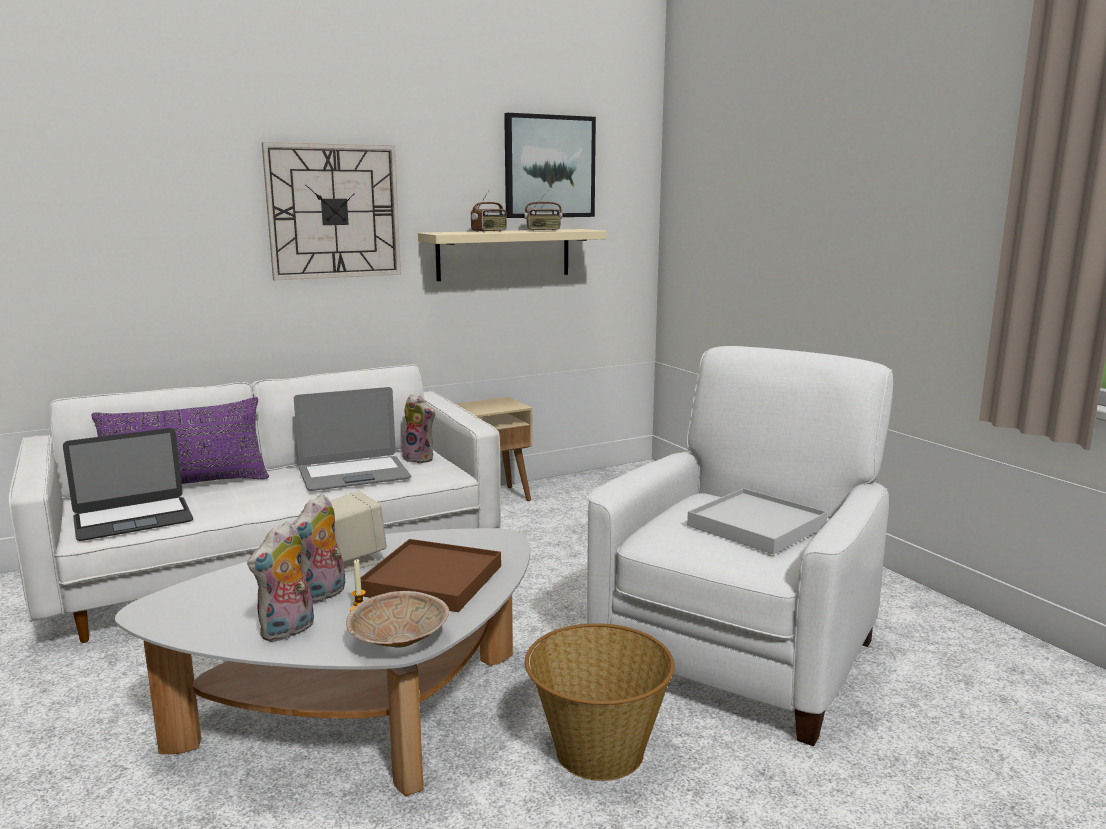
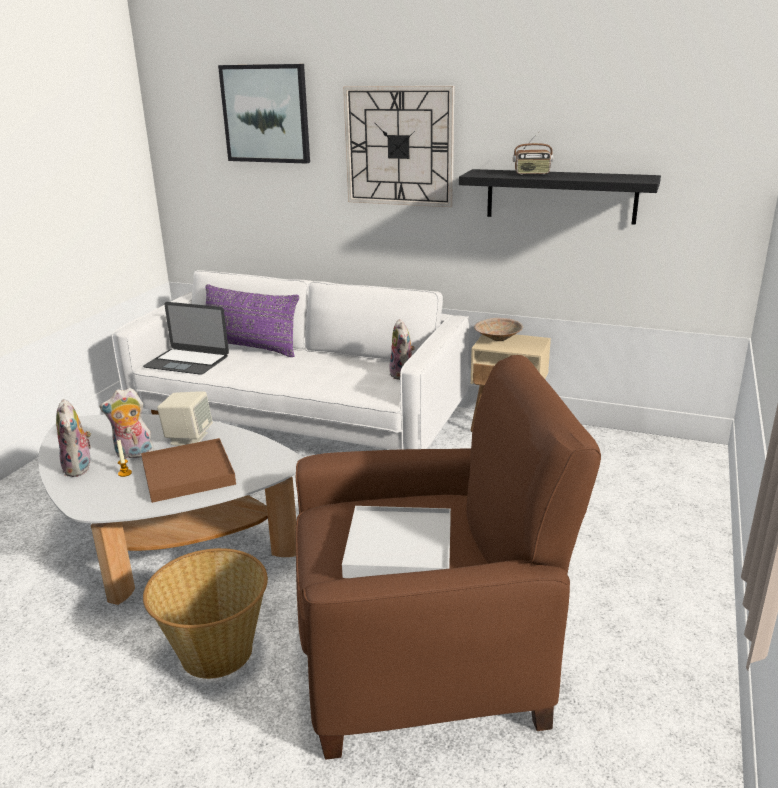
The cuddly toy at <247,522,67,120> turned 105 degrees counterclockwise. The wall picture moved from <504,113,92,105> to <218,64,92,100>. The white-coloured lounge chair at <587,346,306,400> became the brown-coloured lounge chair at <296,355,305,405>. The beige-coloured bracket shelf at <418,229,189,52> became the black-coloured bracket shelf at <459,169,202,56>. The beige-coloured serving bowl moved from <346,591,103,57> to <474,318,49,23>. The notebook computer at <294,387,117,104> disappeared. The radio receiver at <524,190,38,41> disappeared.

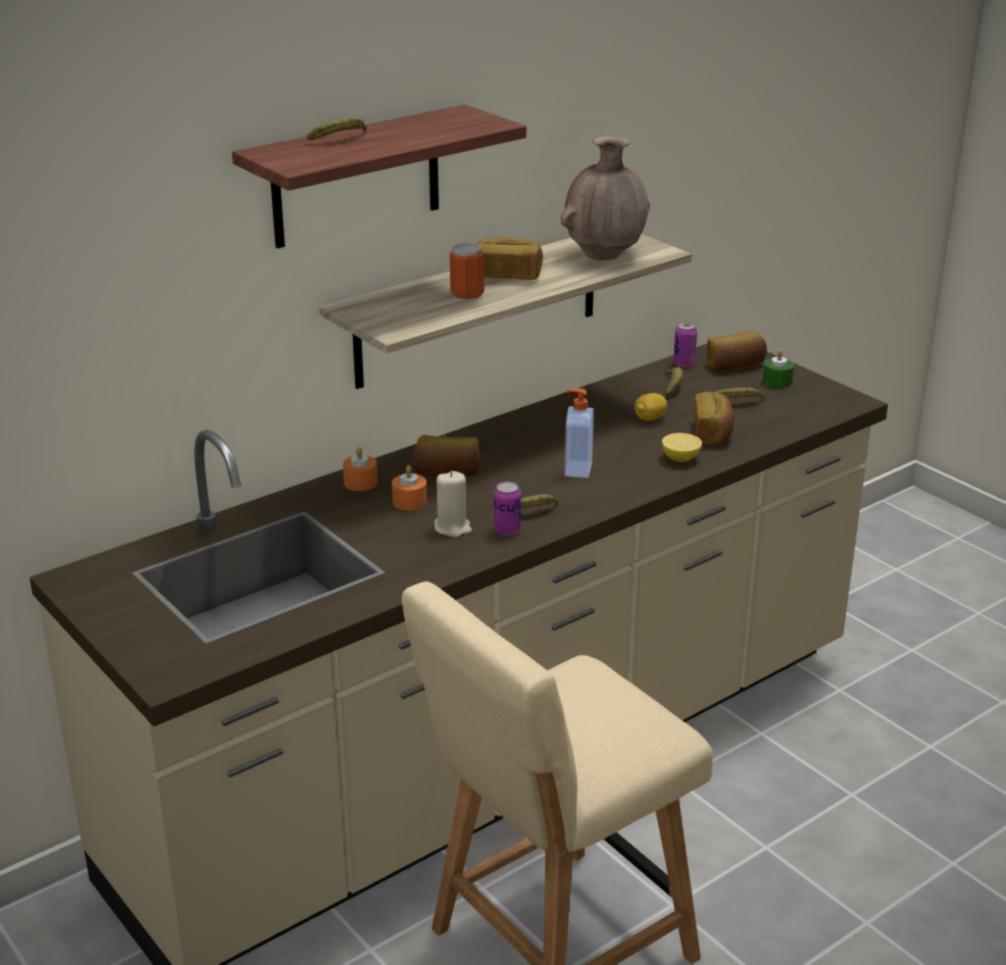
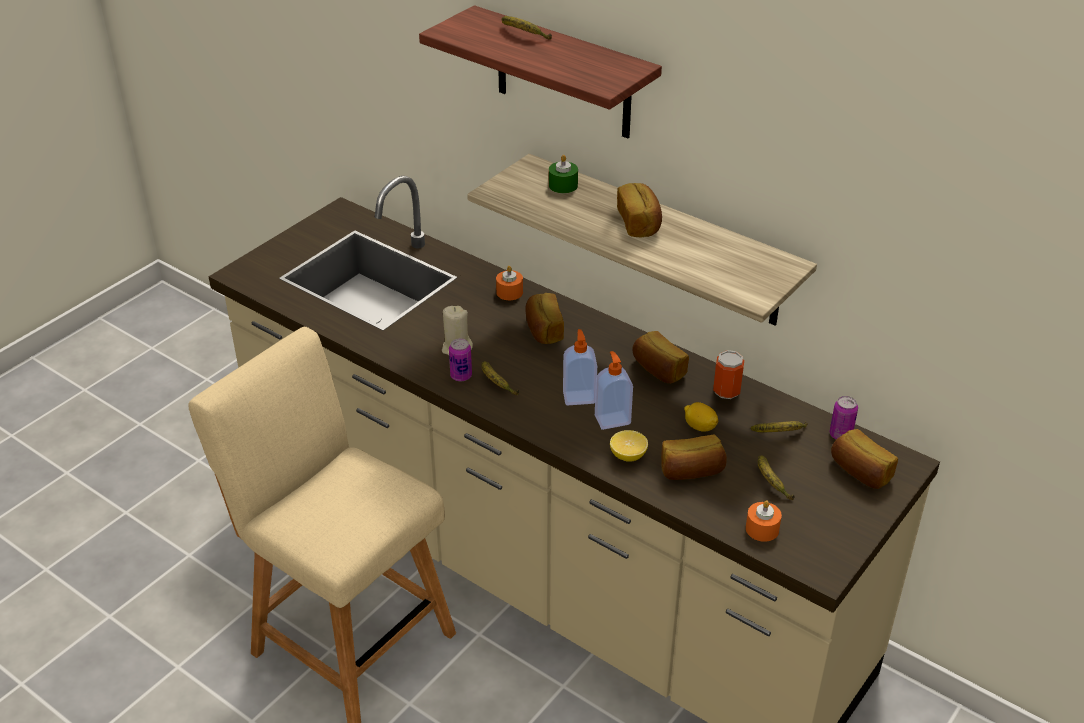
The green wax light moved from <762,349,32,39> to <549,155,29,38>. The soap bottle at <595,351,38,79> appeared. The bakery bread at <632,331,57,52> appeared. The can moved from <450,243,34,58> to <713,350,31,49>. The orange-coloured wax light moved from <392,465,35,46> to <746,500,36,42>. The brown-coloured vase at <560,136,90,124> disappeared.

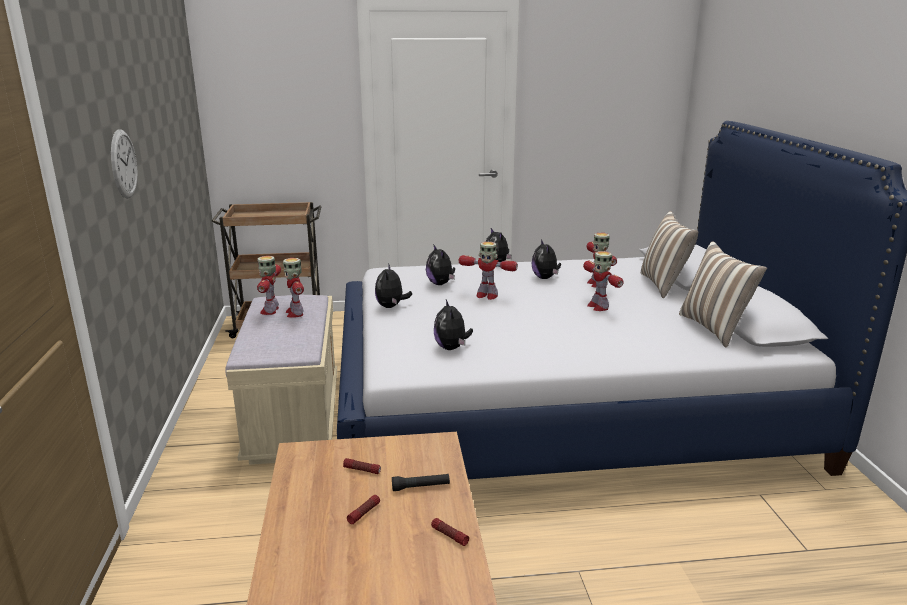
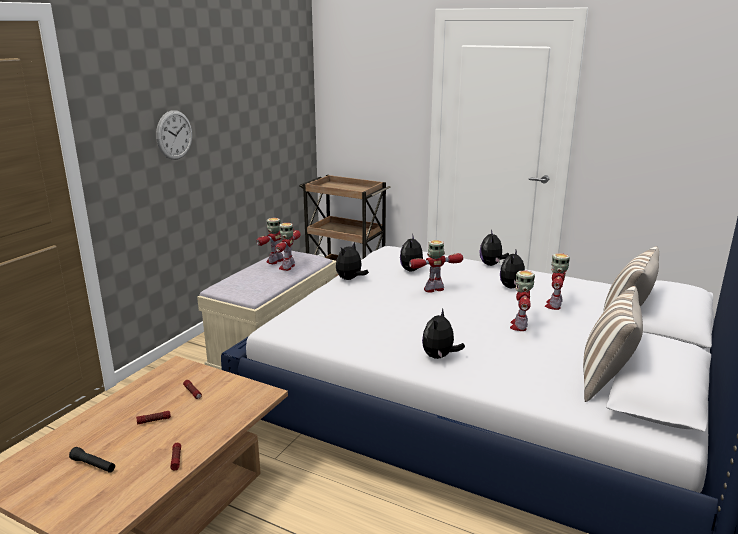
The black-coloured flashlight moved from <392,474,58,17> to <69,447,46,26>. The toy robot at <459,242,59,58> turned 105 degrees clockwise. The cuddly toy moved from <434,299,39,51> to <422,308,43,51>.

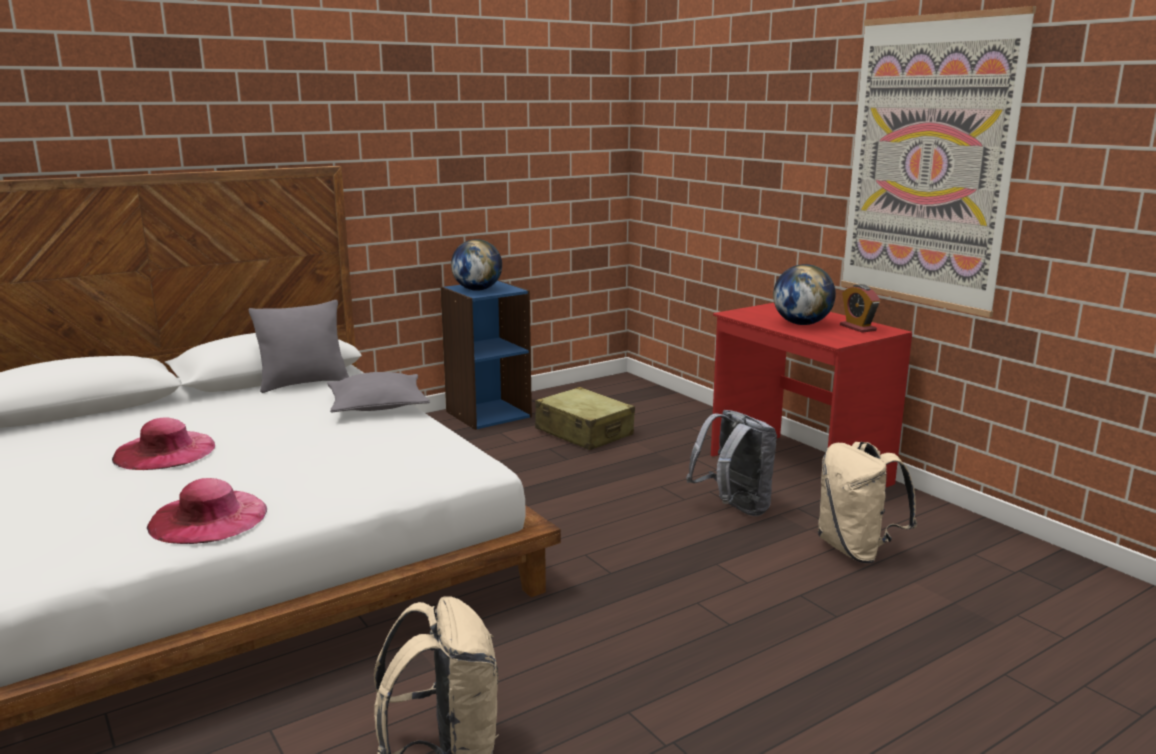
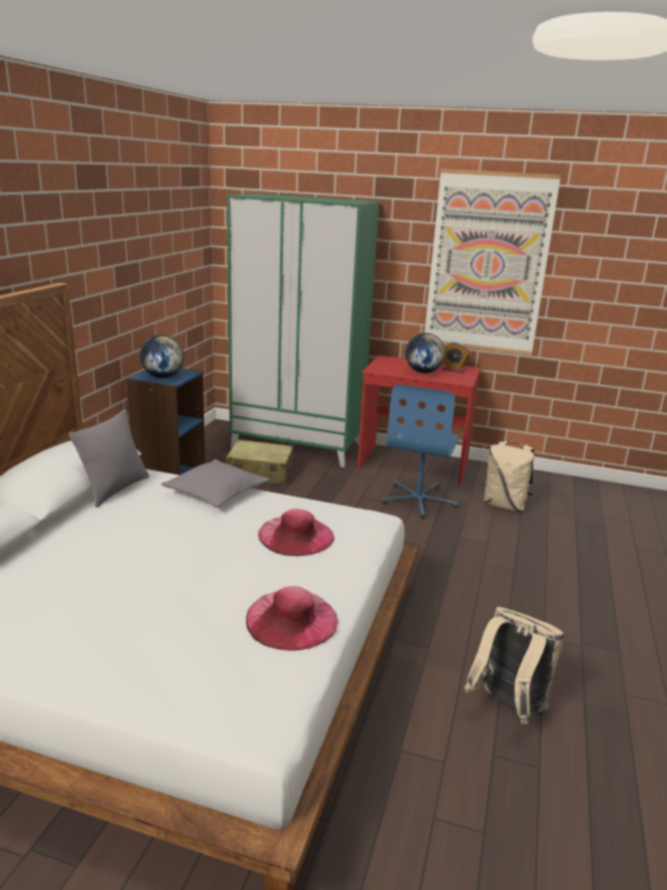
The green clothes cupboard at <227,193,153,274> appeared. The pink clothing hat moved from <112,418,103,52> to <258,509,77,47>. The grey knapsack at <686,410,91,106> was replaced by the blue office chair at <382,384,78,135>.

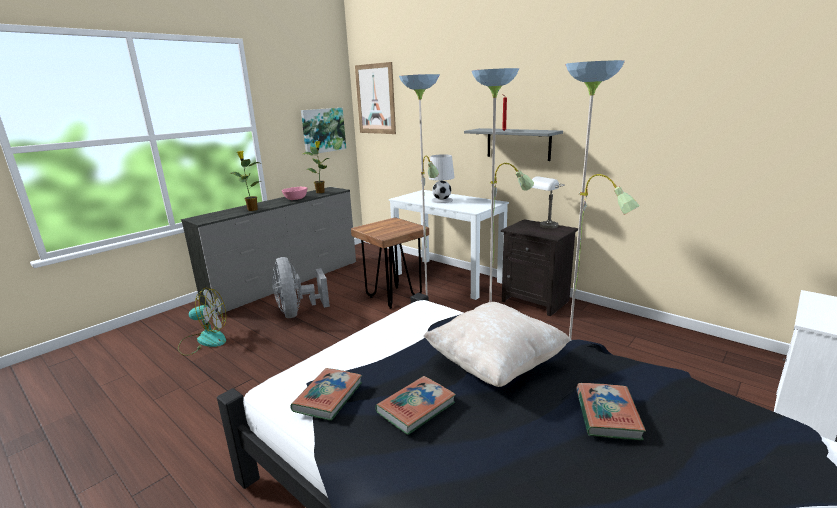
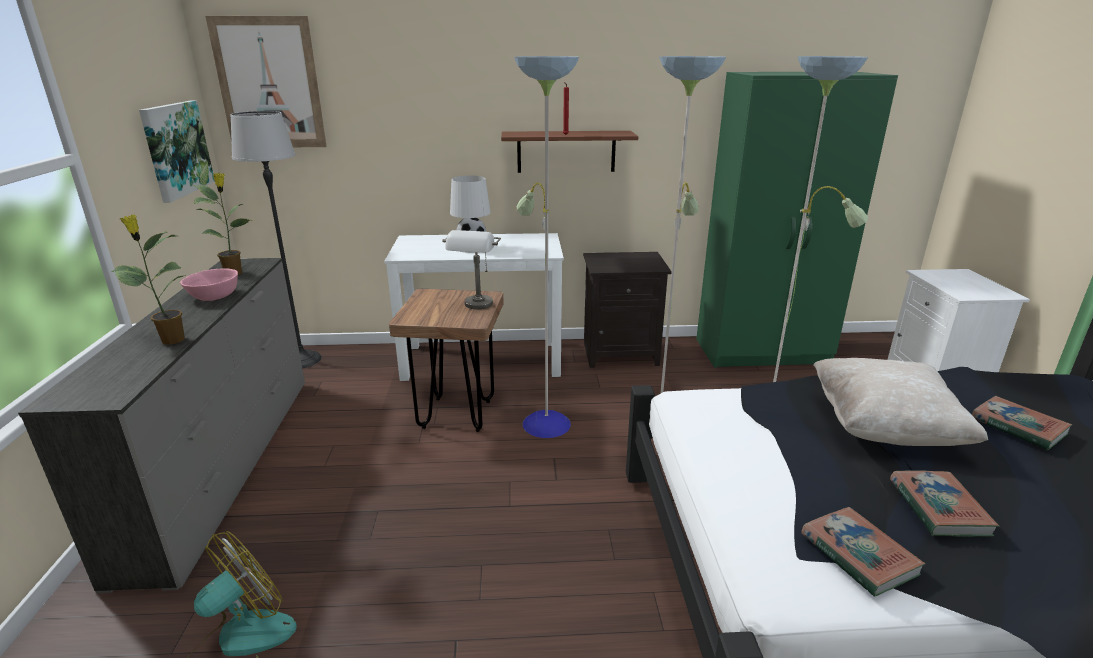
The standard lamp at <230,111,92,257> appeared. The grey lamp for a table moved from <532,176,33,53> to <442,230,59,79>. The grey bracket shelf at <464,128,99,33> became the brown-coloured bracket shelf at <501,131,137,42>. The green clothes cupboard at <696,72,202,296> appeared. The grey electric fan at <272,257,58,61> disappeared.

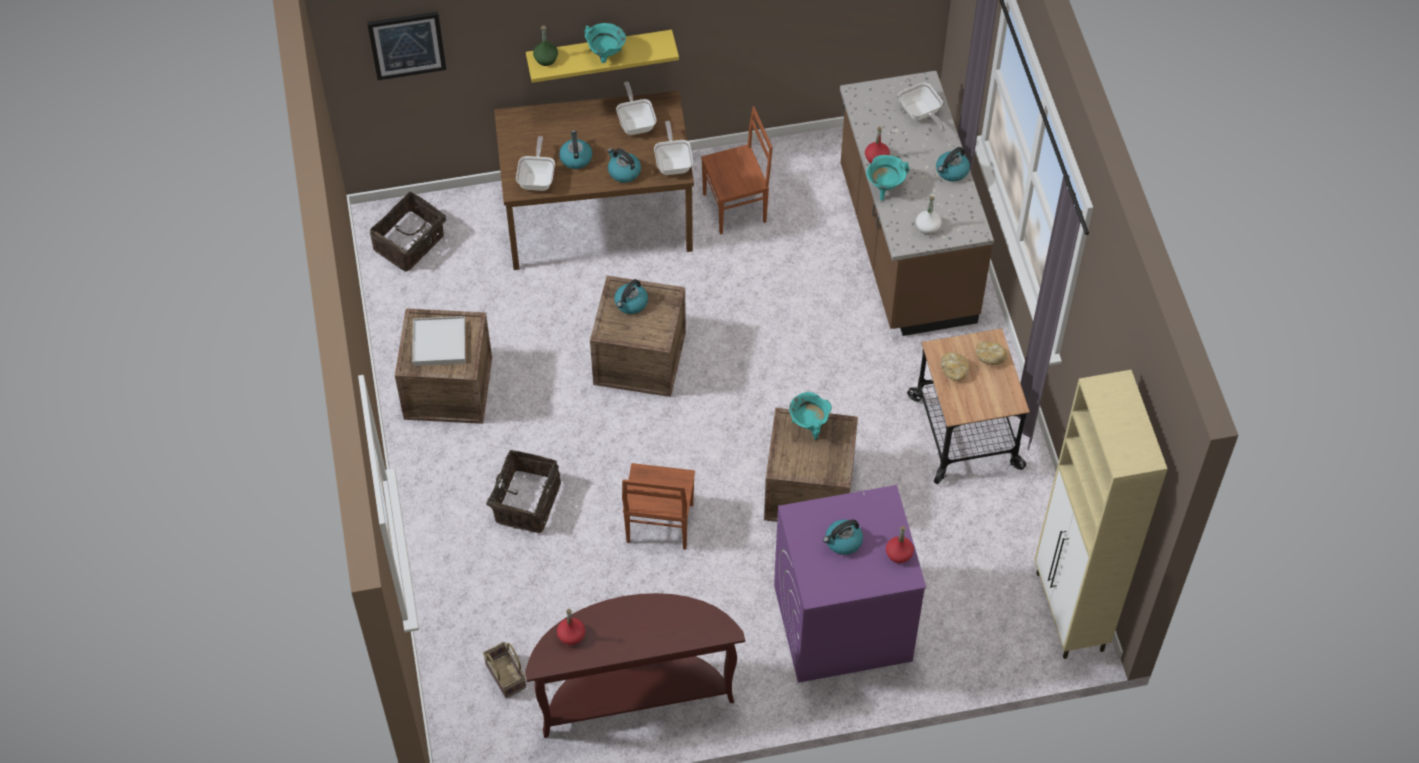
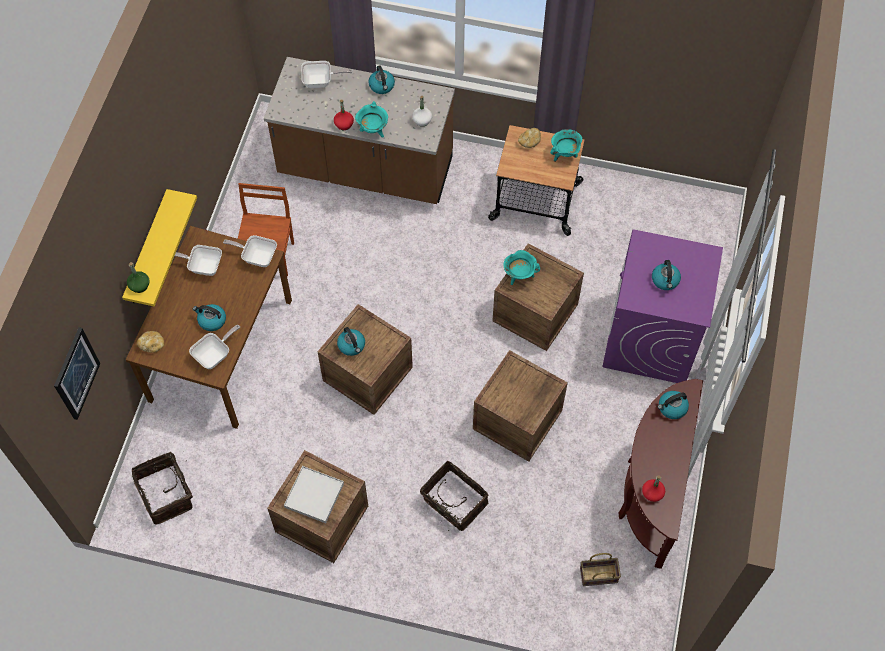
The bakery bread moved from <941,352,29,29> to <137,331,27,22>. The pan at <516,136,39,55> turned 105 degrees clockwise. The brown-coloured chair at <622,463,73,87> was replaced by the packing crate at <473,350,95,112>. The turquoise-coloured stockpot moved from <584,23,42,40> to <550,129,32,33>. The water kettle moved from <607,148,34,35> to <658,391,31,28>. The red-coloured beverage bottle at <886,526,28,37> disappeared. The beige-coloured cupboard at <1035,370,133,289> disappeared.

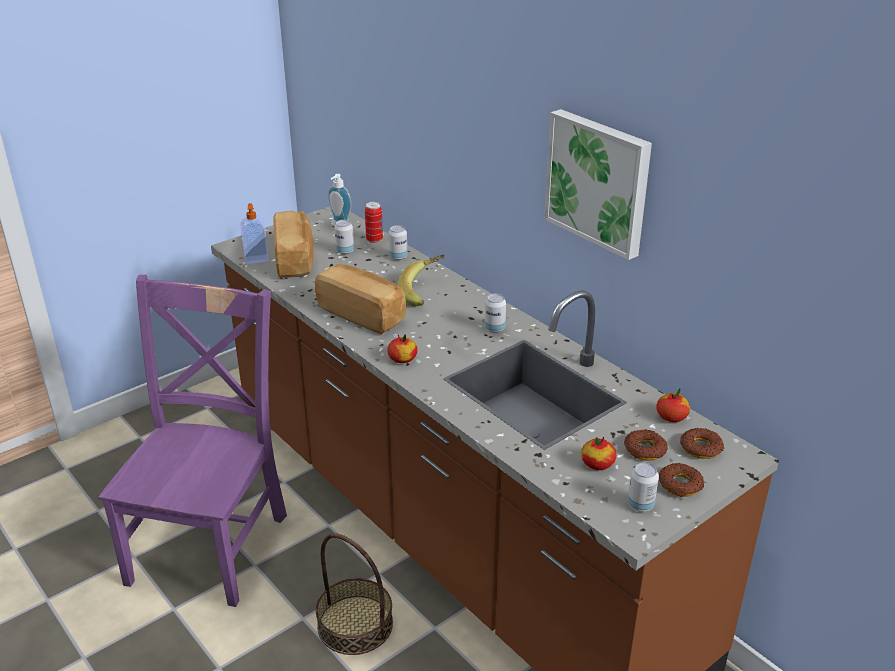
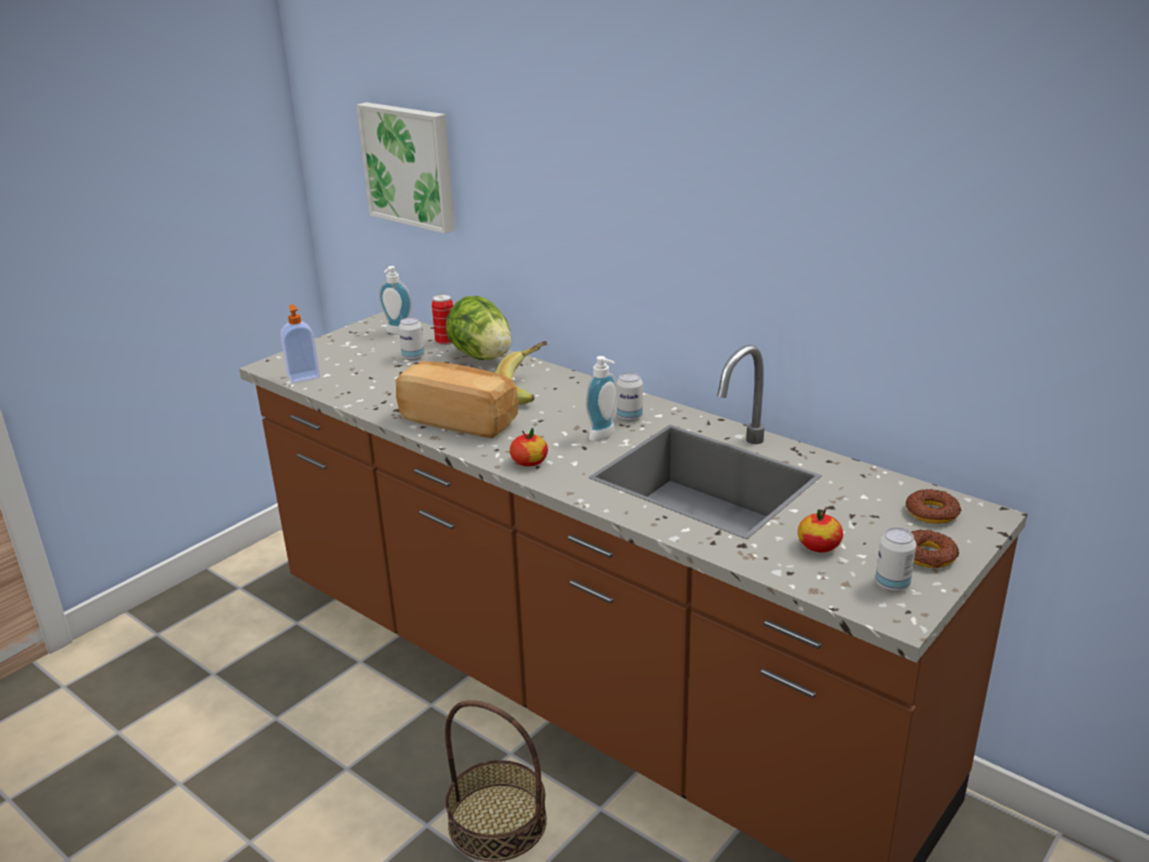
The wall picture moved from <544,109,108,151> to <356,102,99,132>. The can at <388,225,20,35> was replaced by the head of lettuce at <446,296,66,64>. The soap bottle at <586,356,31,85> appeared. The purplish chair at <98,275,189,332> disappeared. The bakery bread at <273,211,41,67> disappeared. The donut at <624,429,44,32> disappeared. The apple fruit at <656,388,34,34> disappeared.

